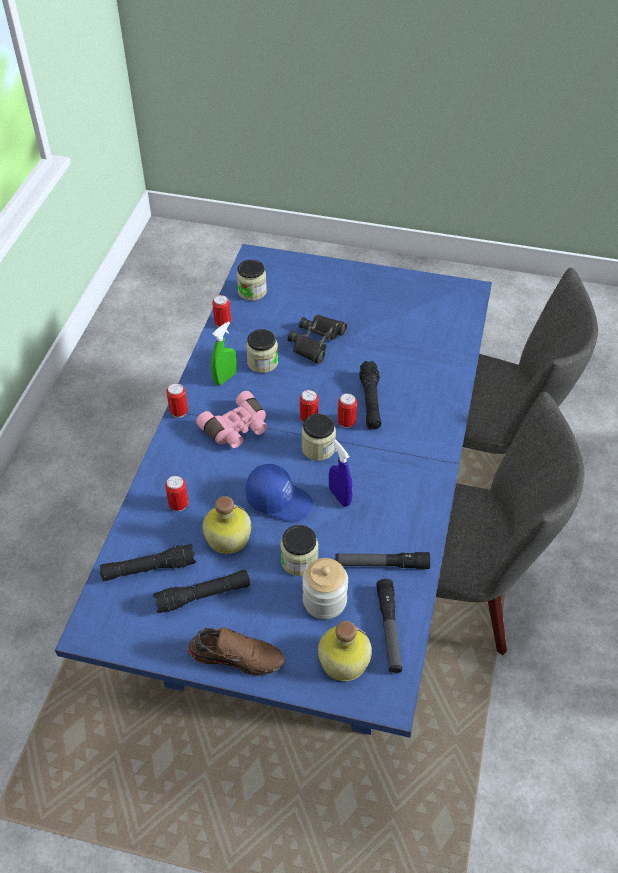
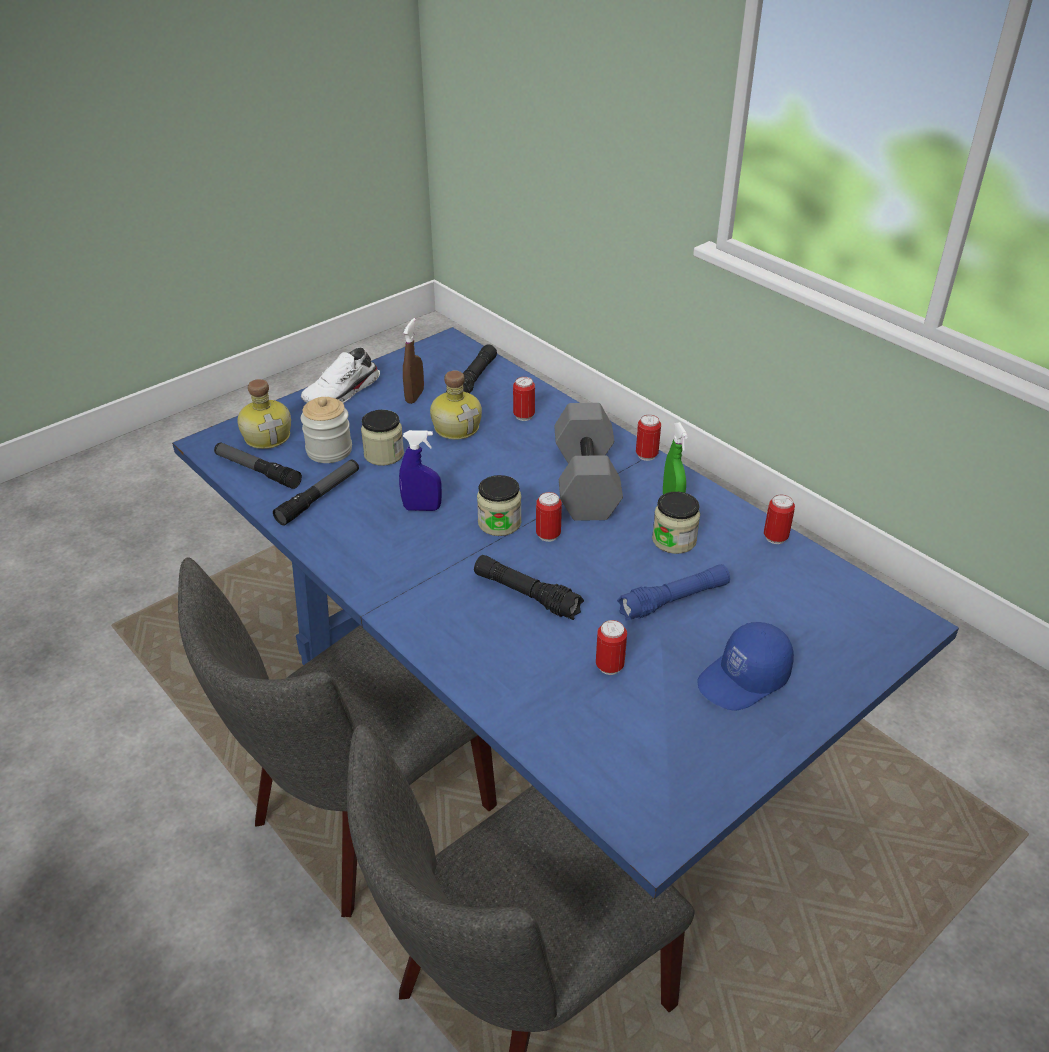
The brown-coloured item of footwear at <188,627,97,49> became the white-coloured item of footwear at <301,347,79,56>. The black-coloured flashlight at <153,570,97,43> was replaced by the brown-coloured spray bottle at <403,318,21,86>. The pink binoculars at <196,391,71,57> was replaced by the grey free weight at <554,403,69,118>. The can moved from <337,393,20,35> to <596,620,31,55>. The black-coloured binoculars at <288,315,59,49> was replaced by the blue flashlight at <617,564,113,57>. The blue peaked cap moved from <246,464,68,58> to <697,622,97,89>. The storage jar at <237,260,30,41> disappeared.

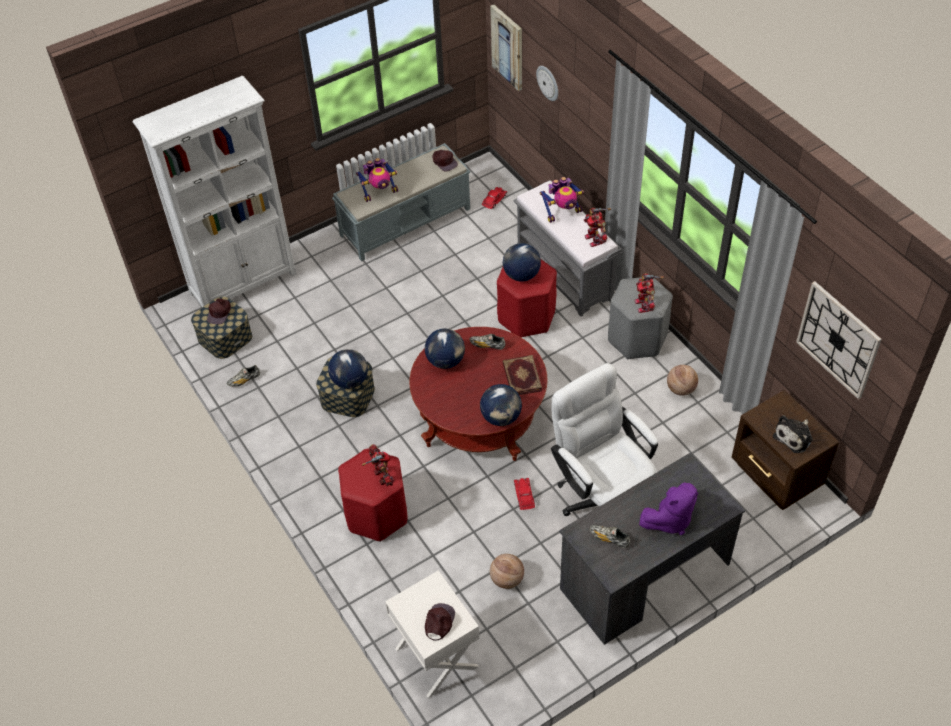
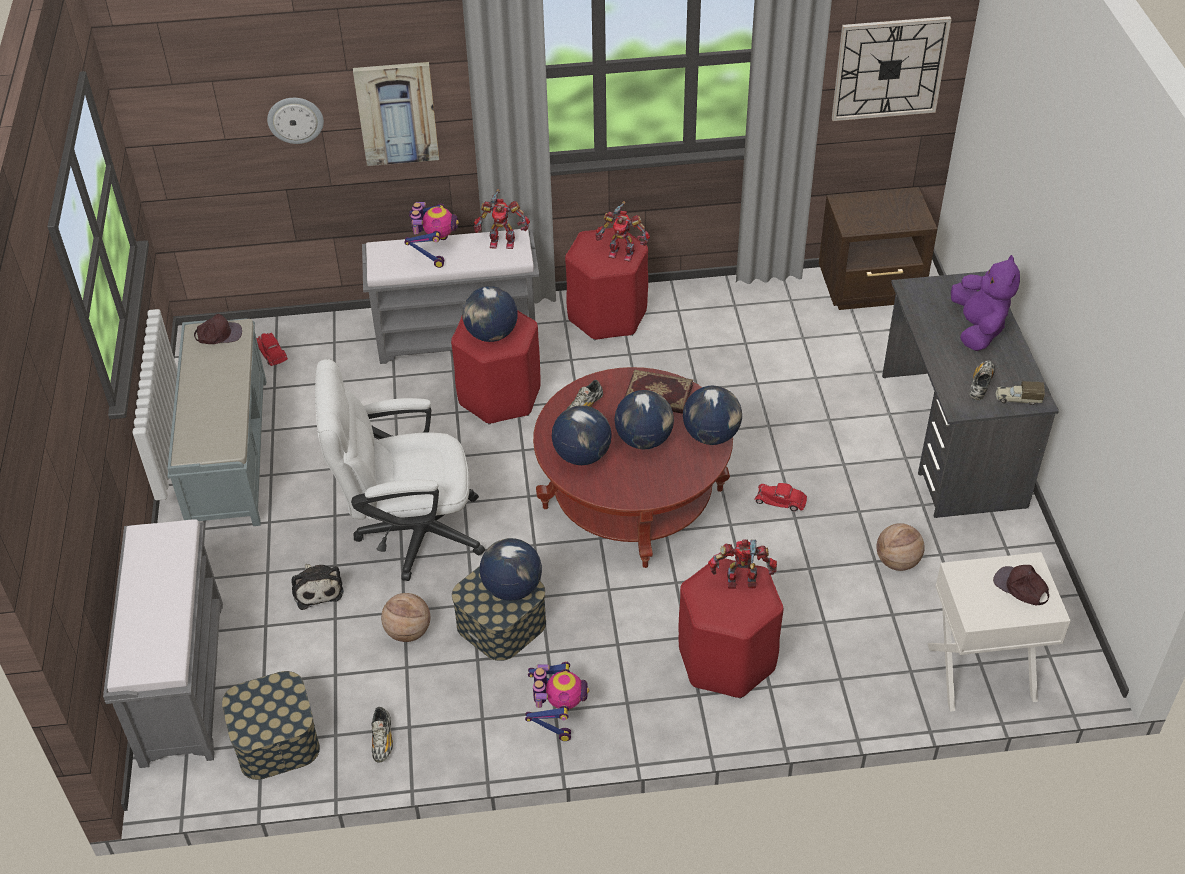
The white-coloured bookcase at <133,76,164,231> was replaced by the grey indoor bench at <103,519,120,249>. The cuddly toy moved from <773,416,40,37> to <291,564,53,46>. The white-coloured office chair moved from <551,363,107,153> to <315,359,170,222>. The wall picture moved from <490,5,32,86> to <353,62,86,104>. The basketball moved from <667,365,31,31> to <381,593,49,49>. The toy robot moved from <356,158,42,44> to <525,661,64,80>. The grey sitting stool at <608,277,65,82> became the red-coloured sitting stool at <565,228,83,112>. The globe at <614,390,60,59> appeared. The item of footwear at <590,524,40,24> turned 150 degrees clockwise. The model truck at <996,381,49,24> appeared. The brown-coloured peaked cap at <207,298,24,26> disappeared.

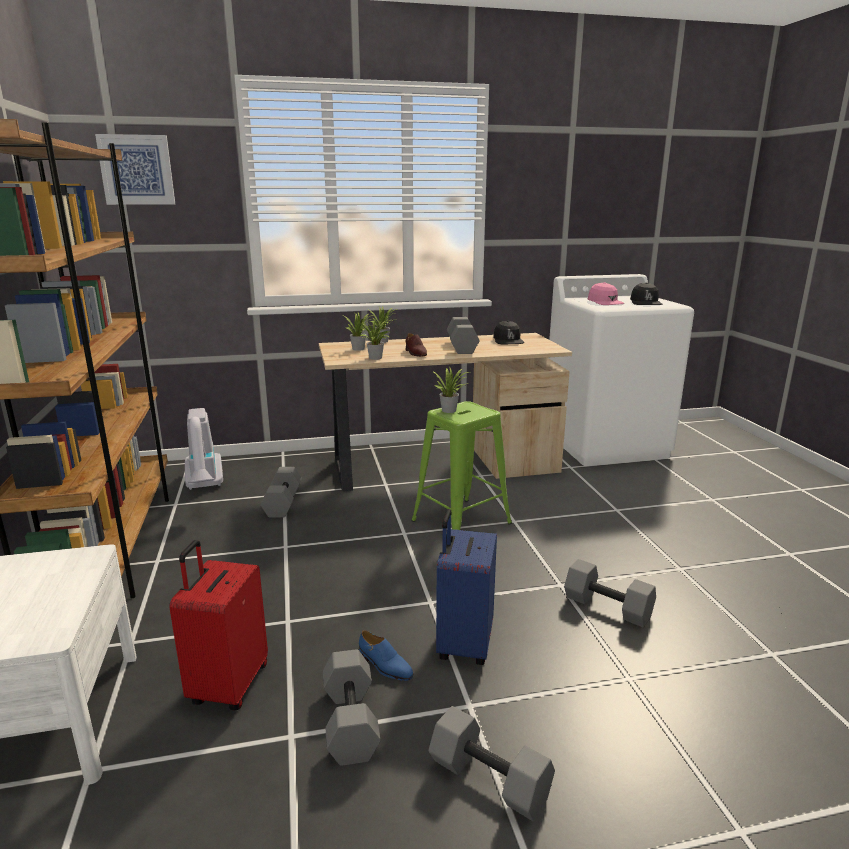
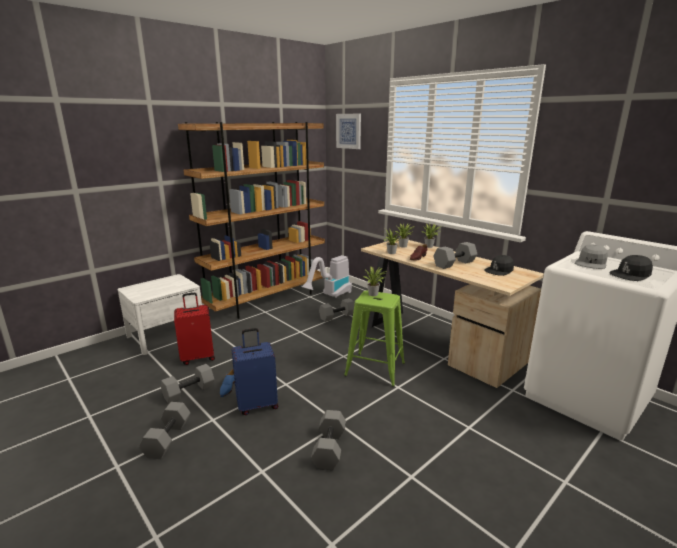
The pink peaked cap at <588,282,36,23> became the grey peaked cap at <575,244,33,25>.

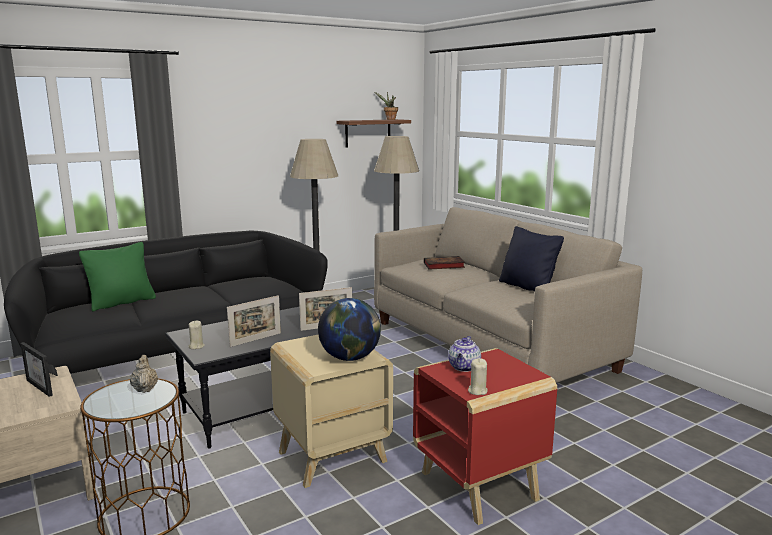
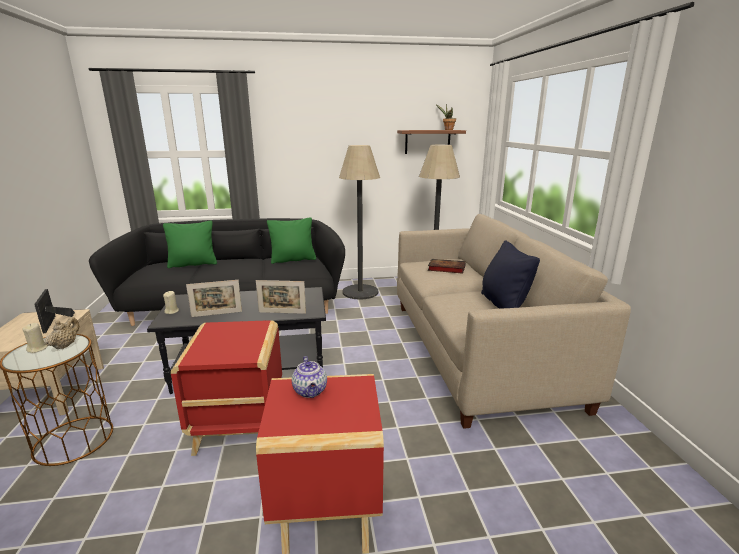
The beige-coloured wax light moved from <468,358,20,37> to <22,323,26,30>. The beige-coloured accent table at <270,335,123,153> became the red-coloured accent table at <171,320,111,136>. The green pillow at <267,217,49,47> appeared. The tea pot at <448,336,33,36> turned 60 degrees counterclockwise. The globe at <318,298,63,63> disappeared.

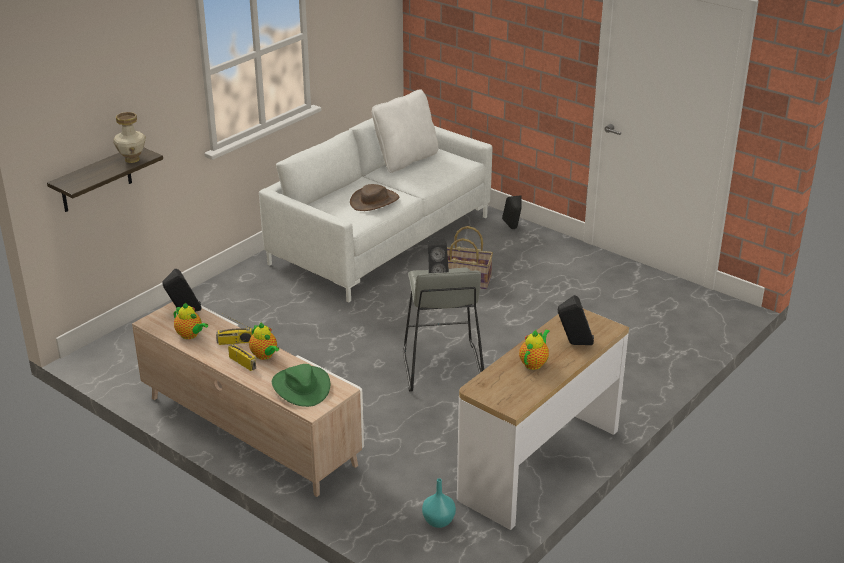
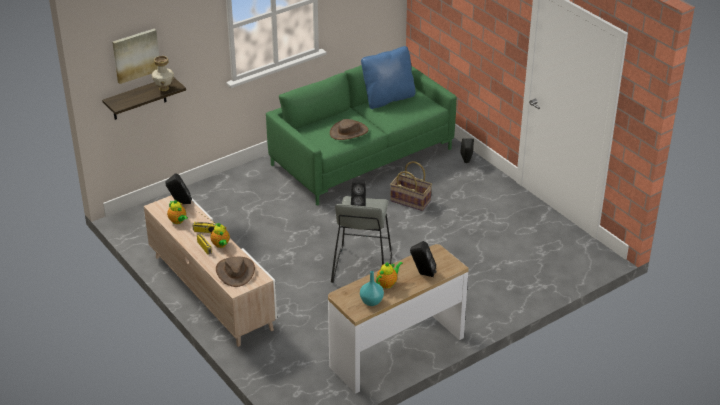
The wall picture at <112,29,47,55> appeared. The green clothing hat at <272,364,58,43> became the brown-coloured clothing hat at <216,256,39,31>. The white-coloured settee at <259,118,234,184> became the green settee at <266,65,191,141>. The turquoise-coloured vase moved from <422,478,34,50> to <360,271,24,35>. The white-coloured pillow at <372,90,67,83> became the blue pillow at <361,46,54,63>.

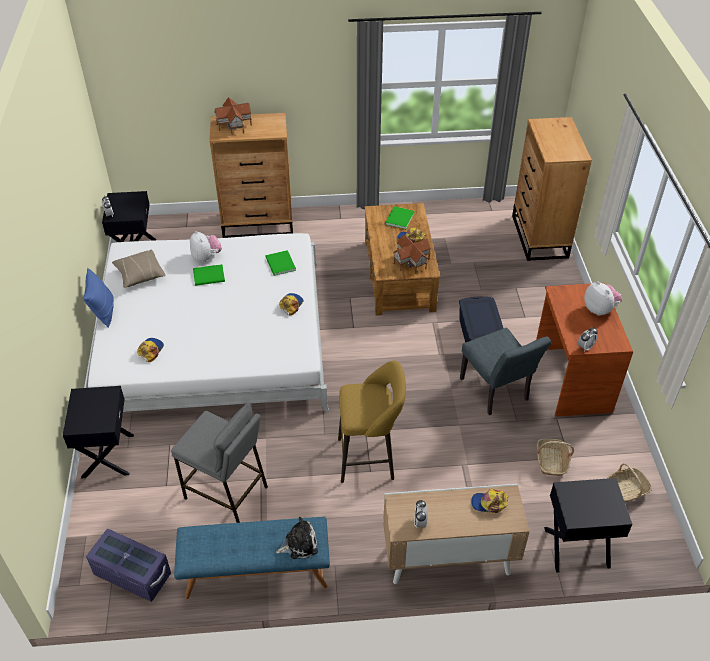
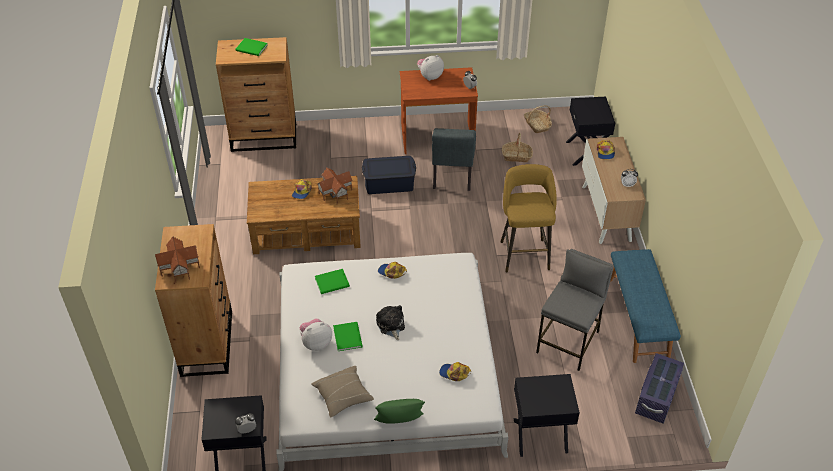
The green book moved from <385,206,29,23> to <235,38,33,18>. The blue pillow at <83,268,31,60> became the green pillow at <374,399,51,25>. The cuddly toy moved from <276,517,42,42> to <376,305,29,35>. The grey chair at <460,328,91,87> turned 120 degrees clockwise.

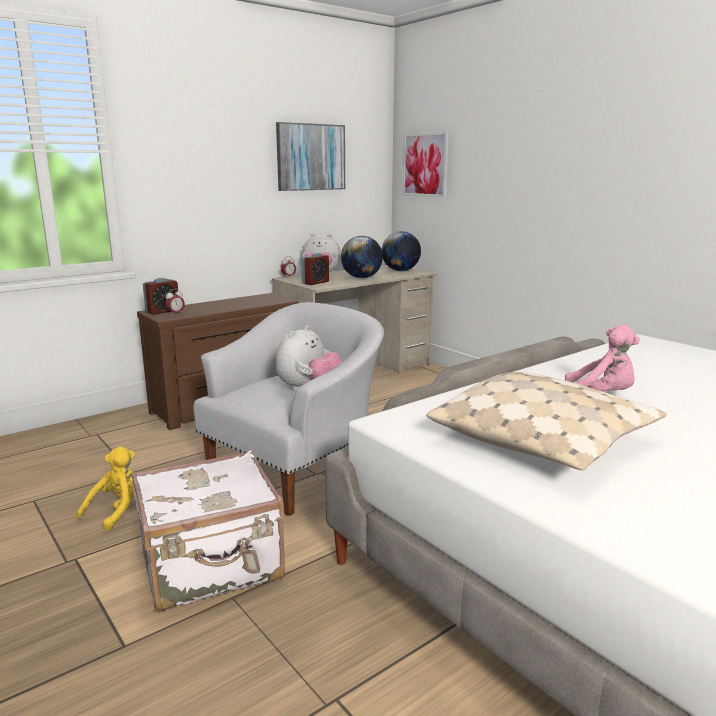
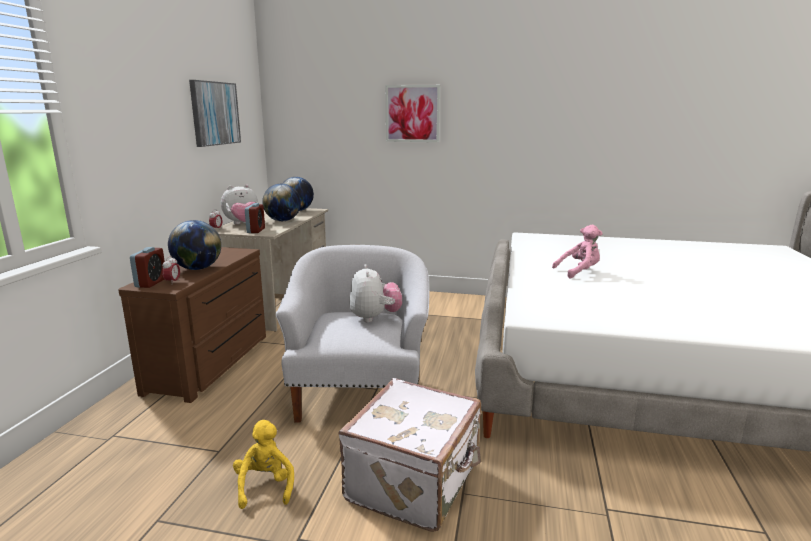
The globe at <168,220,53,50> appeared. The wall picture moved from <402,131,47,67> to <386,85,54,57>. The beige-coloured pillow at <427,372,240,98> disappeared.

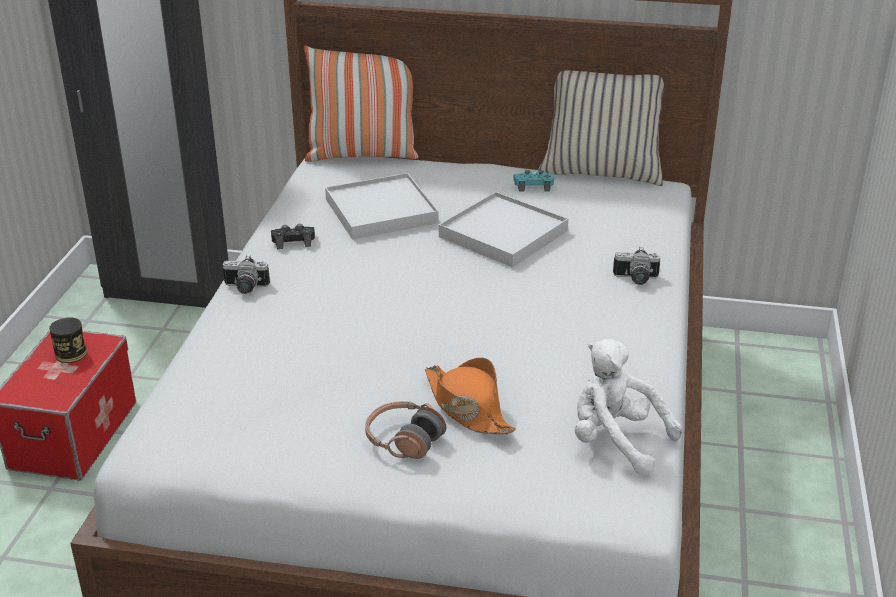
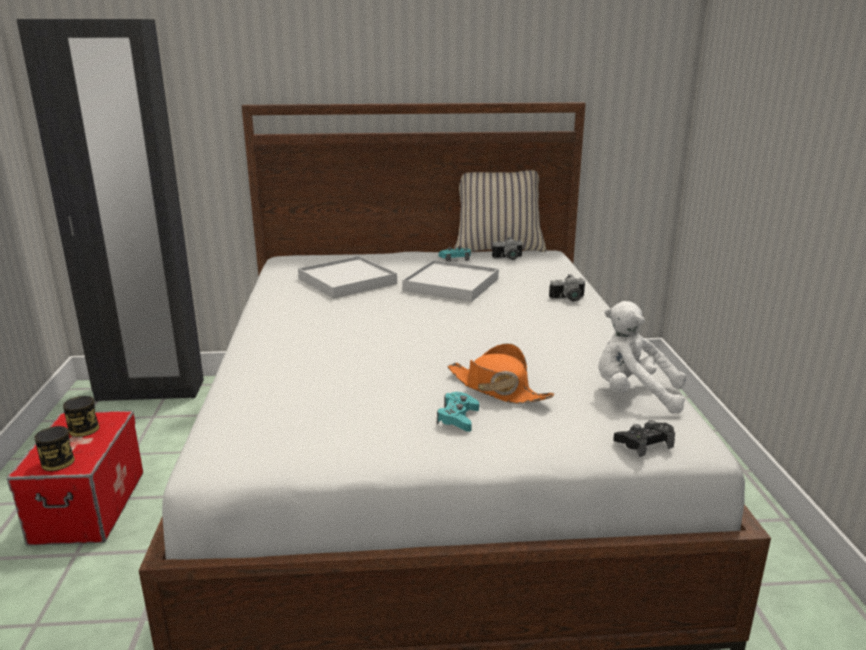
The can at <35,426,40,45> appeared. The headset at <365,401,81,58> was replaced by the turquoise-coloured joypad at <437,392,42,40>. The photo camera moved from <223,255,47,39> to <492,237,31,23>. The black-coloured joypad moved from <271,224,44,25> to <613,420,62,37>. The pillow at <304,46,115,116> disappeared.

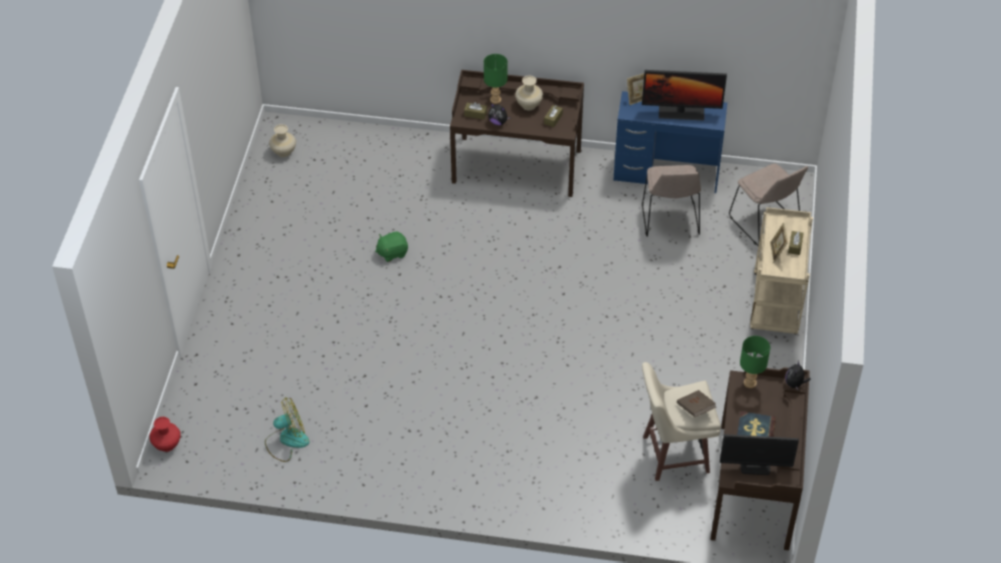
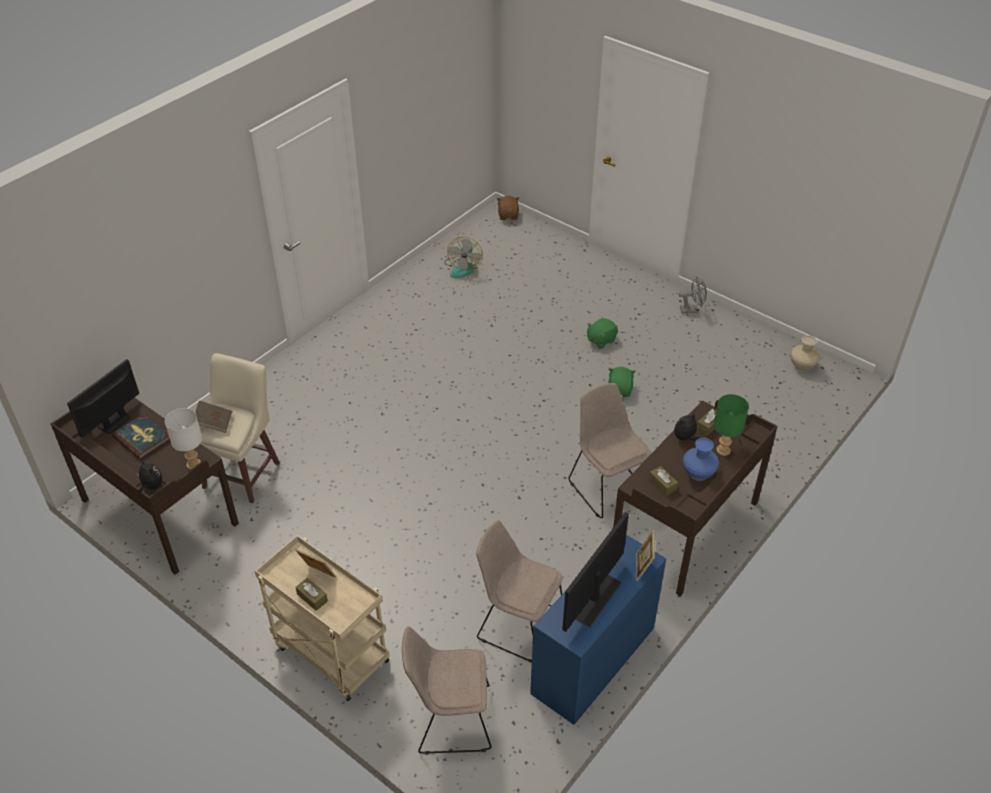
The green lamp for a table at <740,336,30,52> became the white-coloured lamp for a table at <165,408,37,62>. The red-coloured vase at <149,417,32,35> was replaced by the brown-coloured cuddly toy at <497,196,22,24>. The beige-coloured chair at <568,383,83,135> appeared. The green cuddly toy at <587,318,31,31> appeared. The grey electric fan at <679,277,28,36> appeared. The beige-coloured vase at <515,76,28,35> became the blue vase at <683,438,36,43>.

